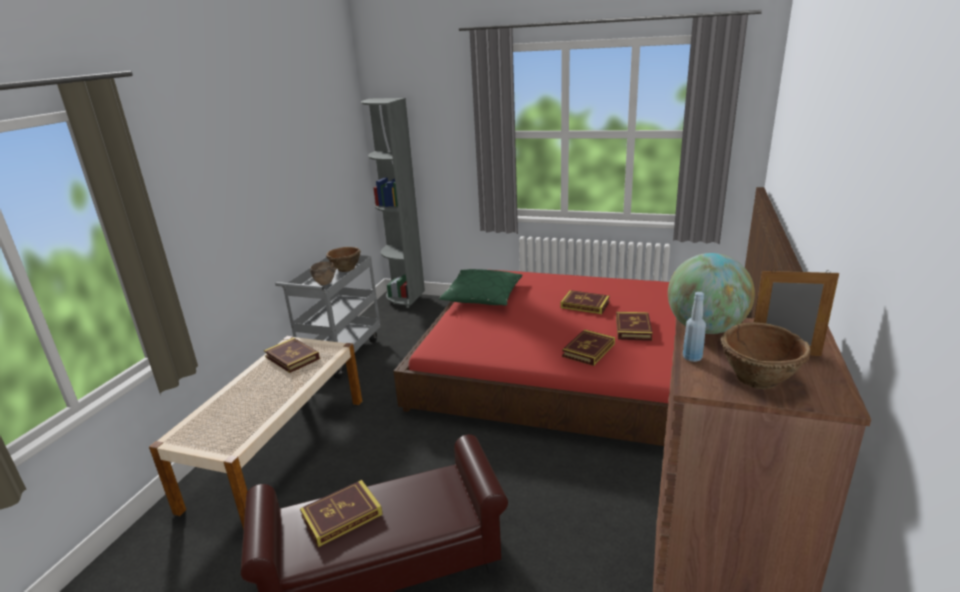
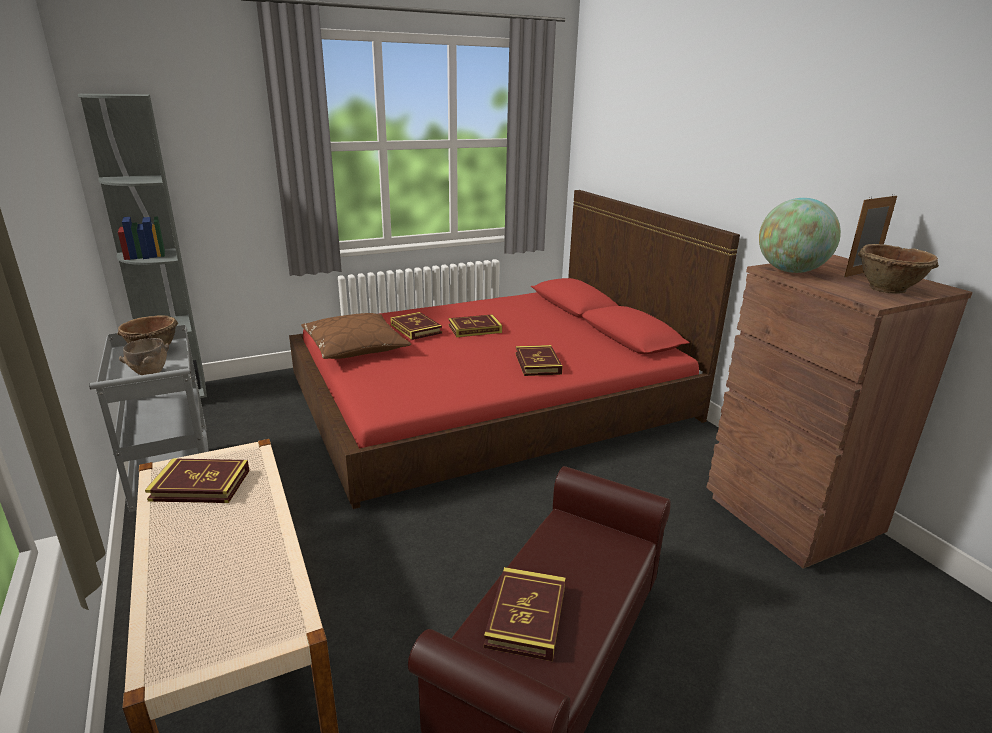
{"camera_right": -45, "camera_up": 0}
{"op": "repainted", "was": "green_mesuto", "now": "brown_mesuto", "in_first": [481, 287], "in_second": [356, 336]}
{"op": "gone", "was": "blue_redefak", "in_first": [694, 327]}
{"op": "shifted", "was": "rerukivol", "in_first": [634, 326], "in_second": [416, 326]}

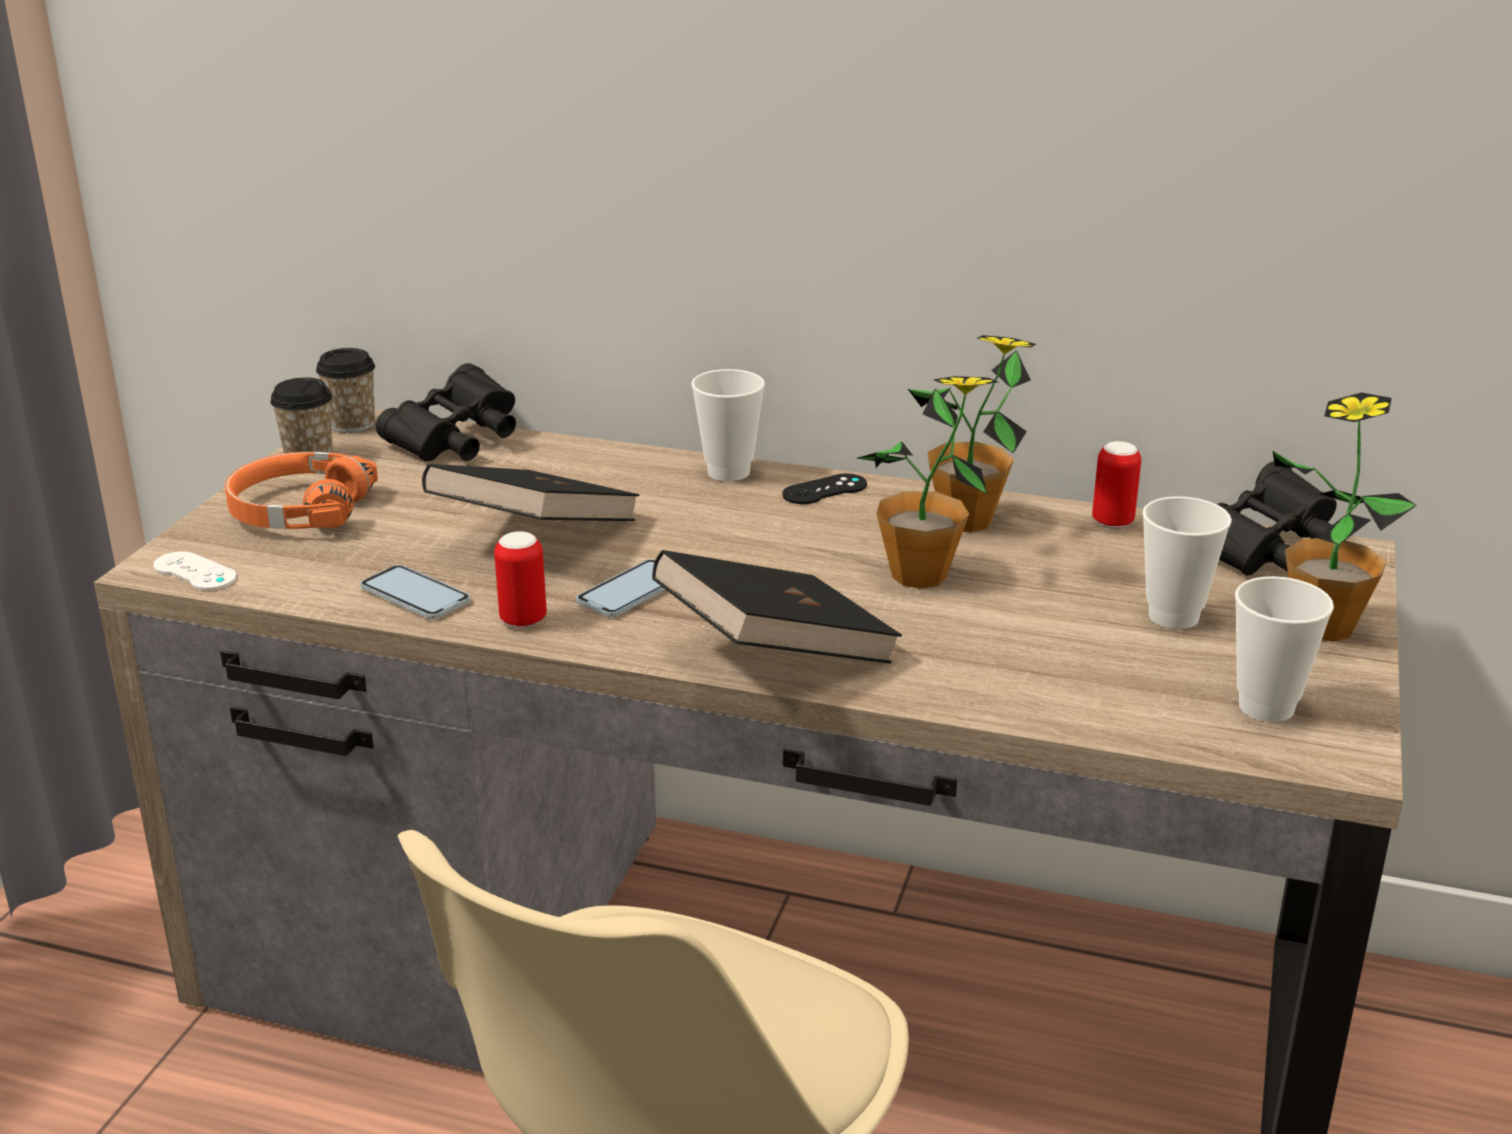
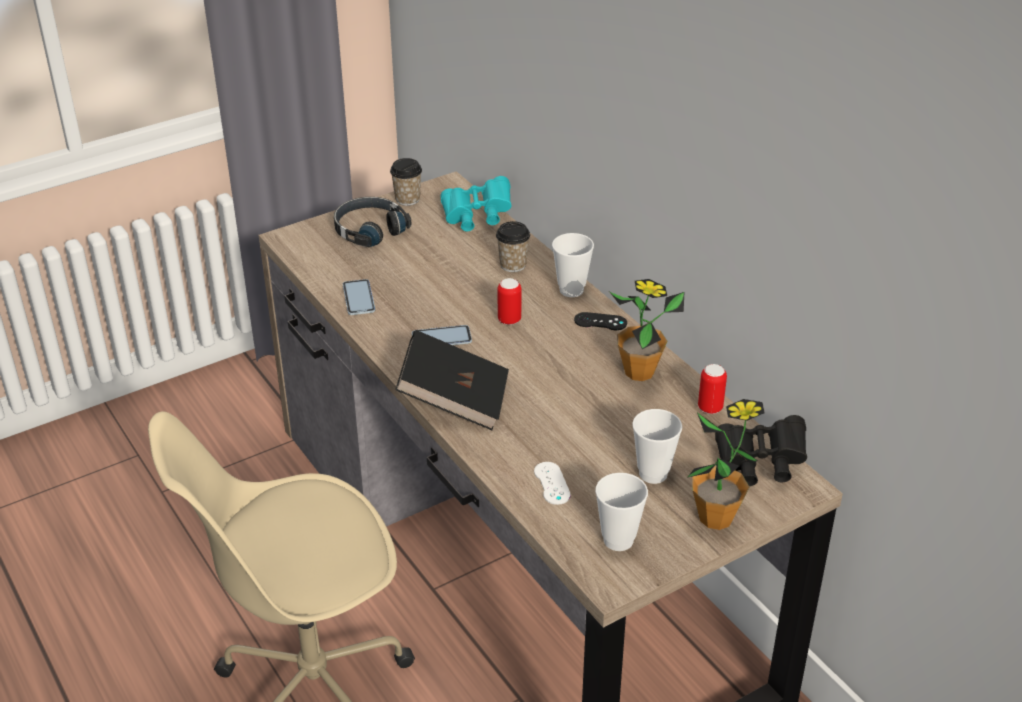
{"camera_right": 40, "camera_up": 10}
{"op": "shifted", "was": "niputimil", "in_first": [345, 390], "in_second": [513, 246]}
{"op": "repainted", "was": "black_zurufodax", "now": "turquoise_zurufodax", "in_first": [446, 412], "in_second": [476, 204]}
{"op": "gone", "was": "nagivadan", "in_first": [927, 482]}
{"op": "repainted", "was": "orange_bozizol", "now": "black_bozizol", "in_first": [301, 490], "in_second": [373, 222]}
{"op": "gone", "was": "black_rerukivol", "in_first": [530, 492]}
{"op": "shifted", "was": "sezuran", "in_first": [520, 579], "in_second": [509, 301]}
{"op": "shifted", "was": "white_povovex", "in_first": [195, 571], "in_second": [552, 483]}

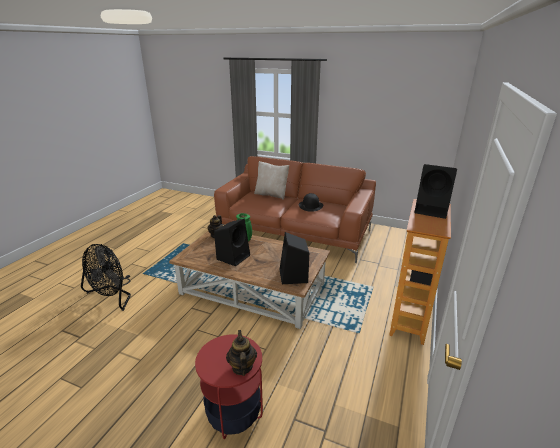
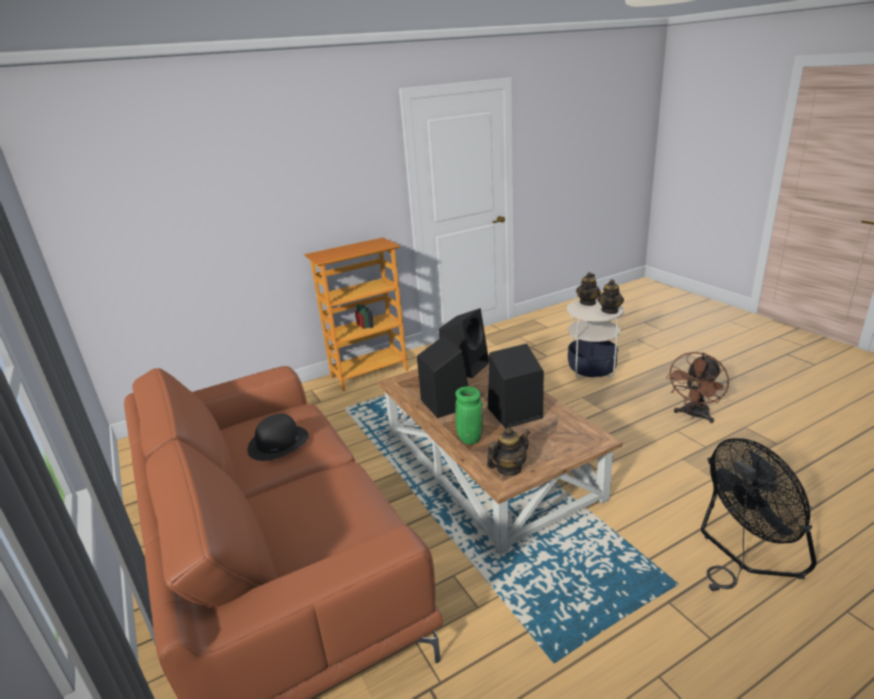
{"camera_right": -140, "camera_up": 0}
{"op": "gone", "was": "beige_mesuto", "in_first": [271, 180]}
{"op": "shifted", "was": "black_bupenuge", "in_first": [435, 191], "in_second": [442, 377]}
{"op": "repainted", "was": "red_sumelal", "now": "beige_sumelal", "in_first": [229, 386], "in_second": [595, 338]}
{"op": "new", "now": "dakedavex", "in_second": [611, 296]}
{"op": "new", "now": "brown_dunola", "in_second": [697, 387]}

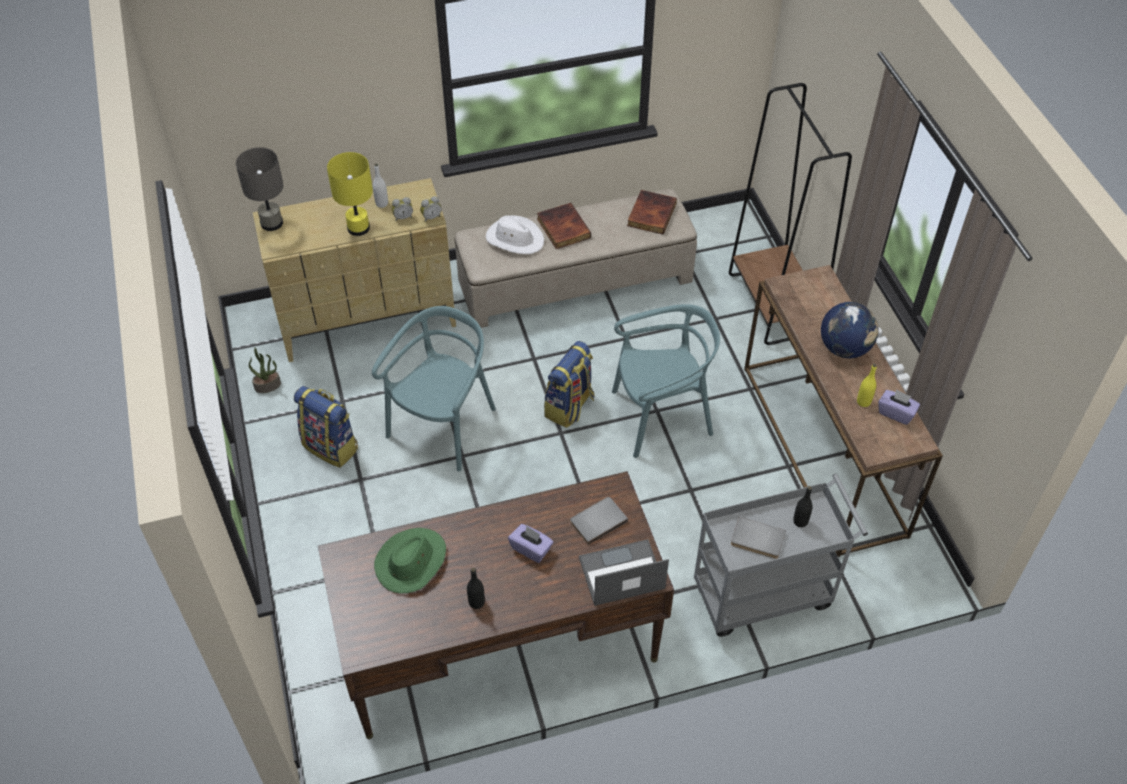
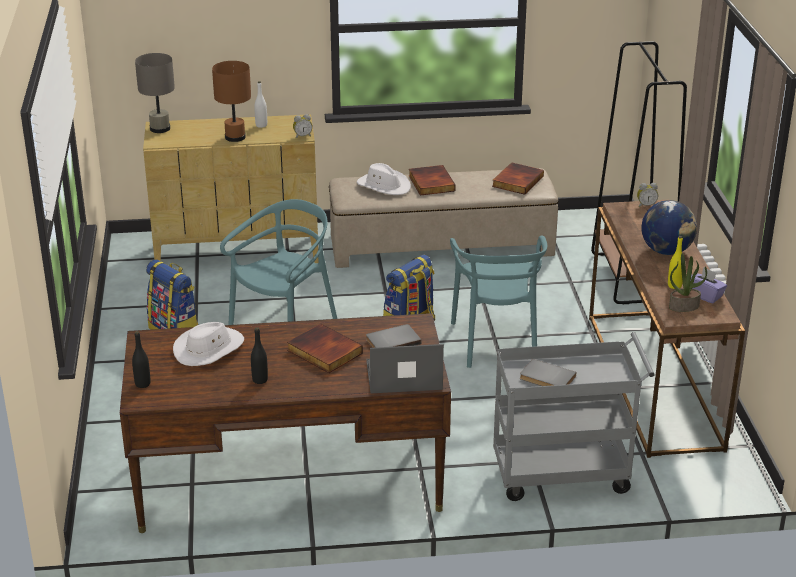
{"camera_right": 10, "camera_up": -20}
{"op": "repainted", "was": "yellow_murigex", "now": "brown_murigex", "in_first": [350, 194], "in_second": [231, 101]}
{"op": "shifted", "was": "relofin", "in_first": [402, 209], "in_second": [647, 195]}
{"op": "rotated", "was": "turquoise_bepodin", "in_first": [666, 381], "in_second": [498, 302], "clockwise": 90}
{"op": "shifted", "was": "nagivadan", "in_first": [265, 370], "in_second": [688, 282]}
{"op": "shifted", "was": "black_redefak", "in_first": [803, 506], "in_second": [141, 359]}
{"op": "swapped", "was": "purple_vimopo", "now": "rerukivol", "in_first": [531, 543], "in_second": [325, 348]}
{"op": "repainted", "was": "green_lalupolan", "now": "white_lalupolan", "in_first": [410, 561], "in_second": [208, 344]}

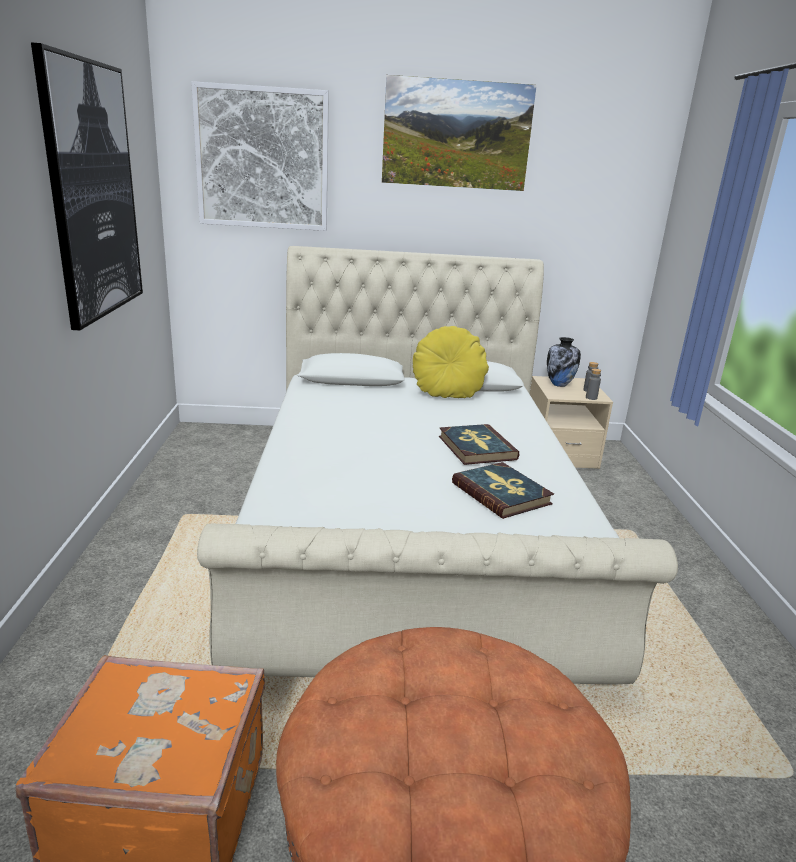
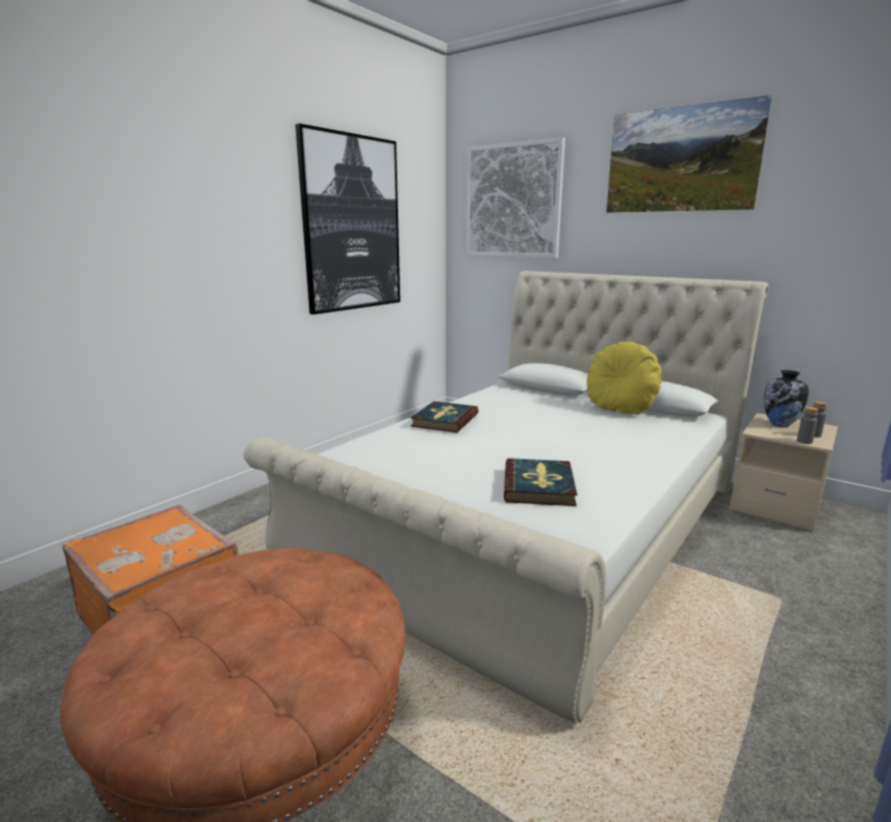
{"camera_right": 40, "camera_up": -5}
{"op": "shifted", "was": "rerukivol", "in_first": [479, 444], "in_second": [444, 416]}

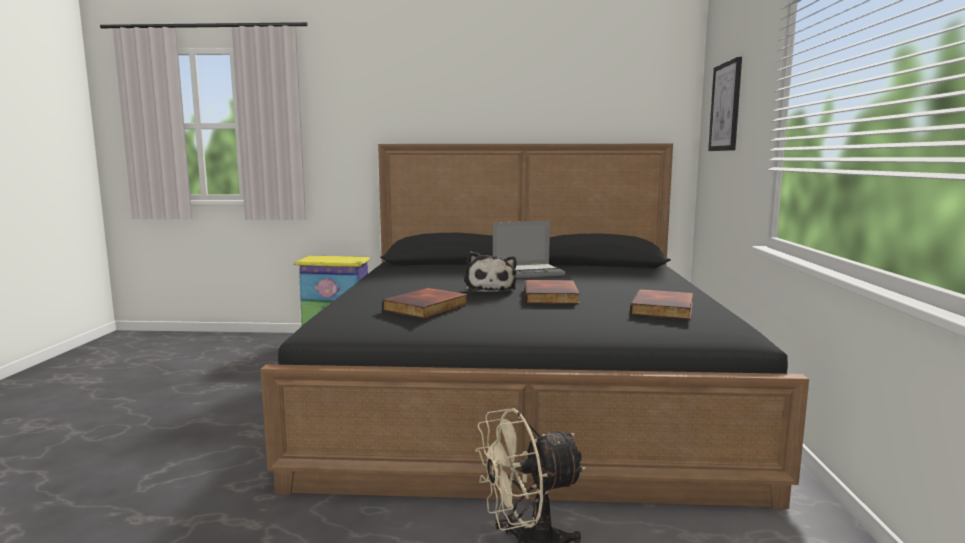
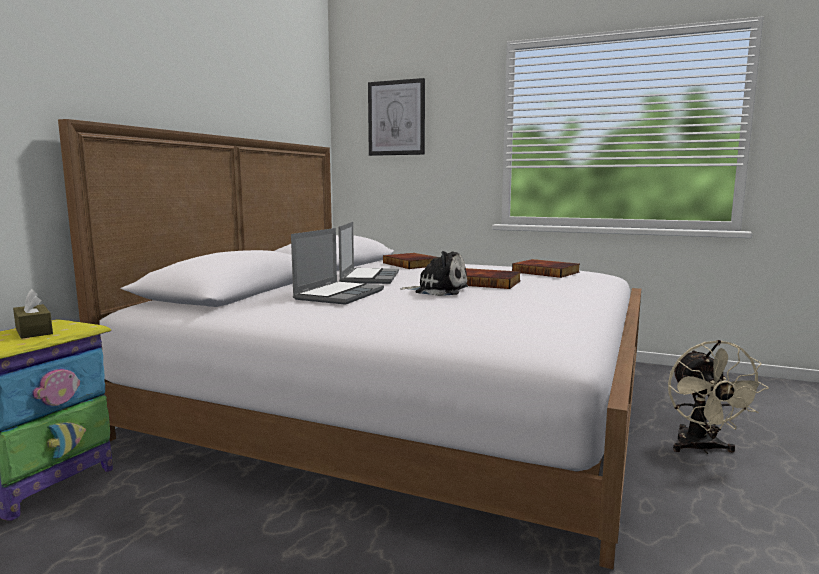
{"camera_right": -70, "camera_up": 0}
{"op": "repainted", "was": "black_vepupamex", "now": "white_vepupamex", "in_first": [534, 326], "in_second": [349, 344]}
{"op": "shifted", "was": "rerukivol", "in_first": [425, 303], "in_second": [409, 261]}
{"op": "new", "now": "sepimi", "in_second": [337, 266]}
{"op": "new", "now": "brown_vimopo", "in_second": [33, 314]}

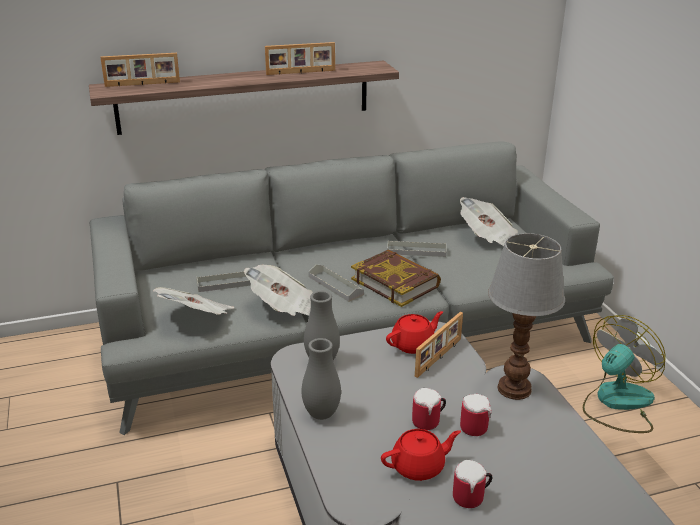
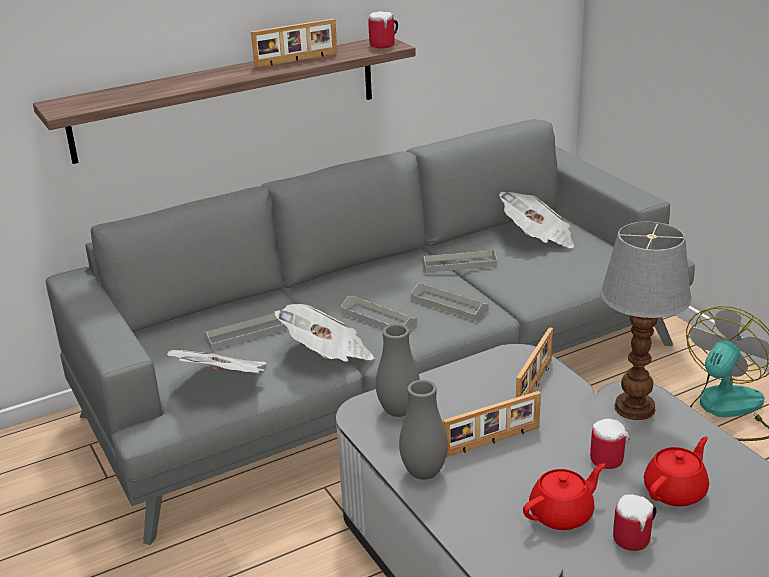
{"camera_right": -10, "camera_up": 0}
{"op": "shifted", "was": "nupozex", "in_first": [140, 70], "in_second": [492, 424]}
{"op": "swapped", "was": "rerukivol", "now": "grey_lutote", "in_first": [396, 278], "in_second": [450, 302]}
{"op": "shifted", "was": "red_dakedavex", "in_first": [414, 332], "in_second": [676, 471]}
{"op": "shifted", "was": "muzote", "in_first": [429, 409], "in_second": [383, 29]}

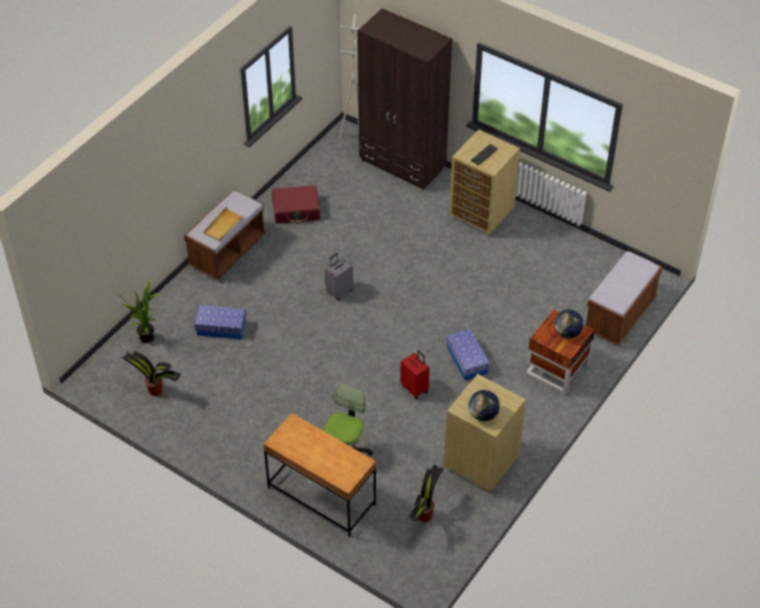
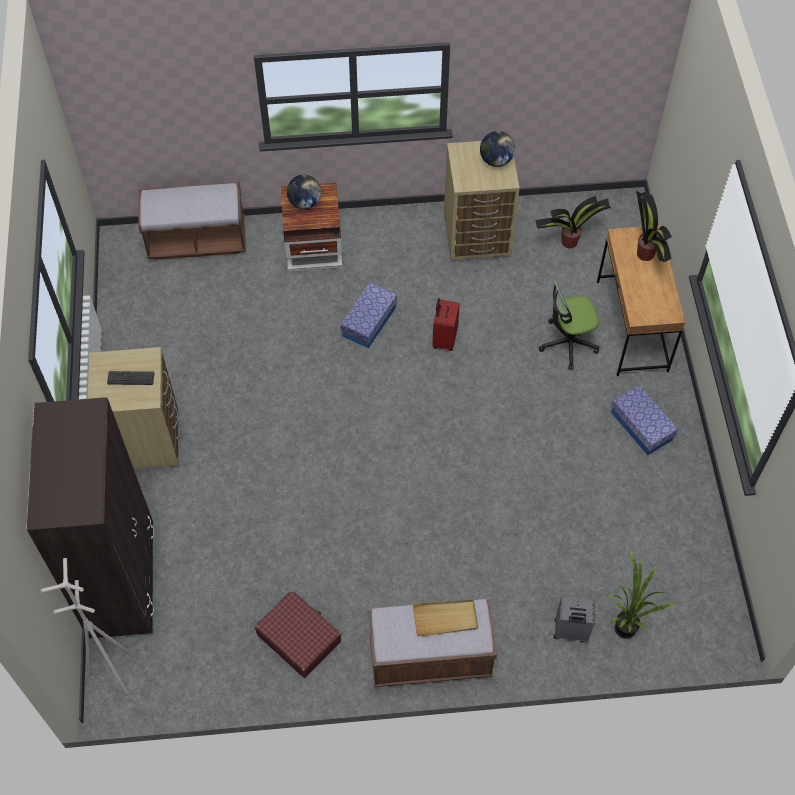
{"camera_right": -130, "camera_up": 10}
{"op": "shifted", "was": "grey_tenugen", "in_first": [339, 276], "in_second": [574, 619]}
{"op": "shifted", "was": "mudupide", "in_first": [220, 322], "in_second": [644, 420]}
{"op": "shifted", "was": "nagivadan", "in_first": [151, 373], "in_second": [654, 226]}

